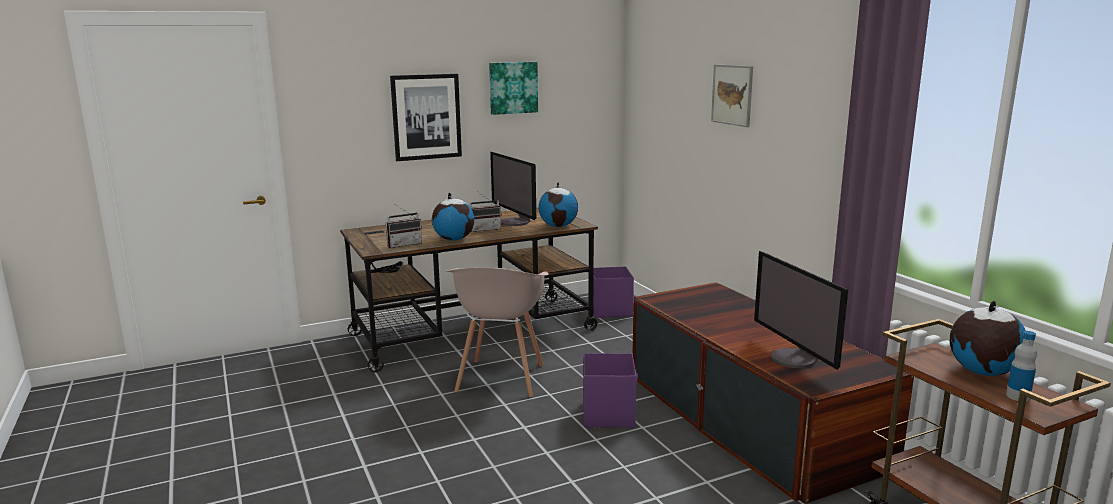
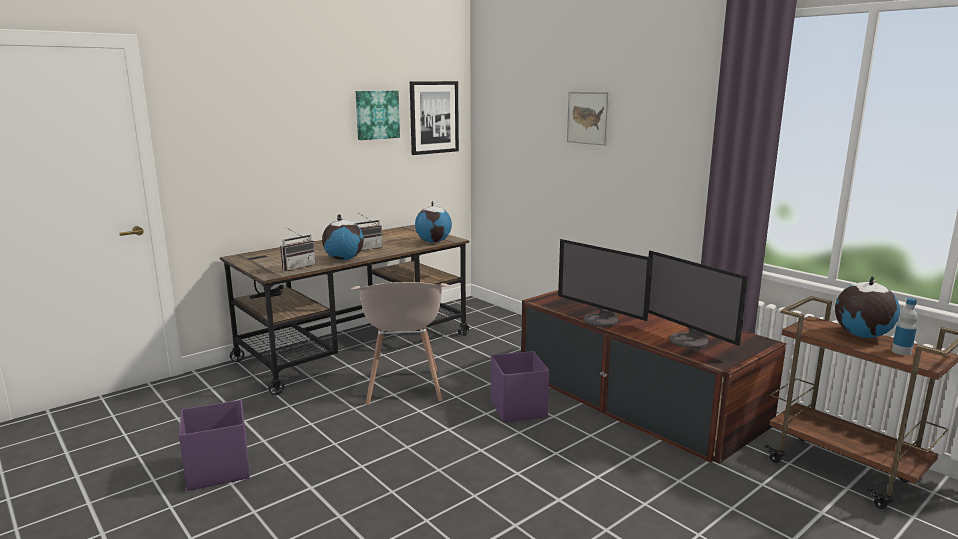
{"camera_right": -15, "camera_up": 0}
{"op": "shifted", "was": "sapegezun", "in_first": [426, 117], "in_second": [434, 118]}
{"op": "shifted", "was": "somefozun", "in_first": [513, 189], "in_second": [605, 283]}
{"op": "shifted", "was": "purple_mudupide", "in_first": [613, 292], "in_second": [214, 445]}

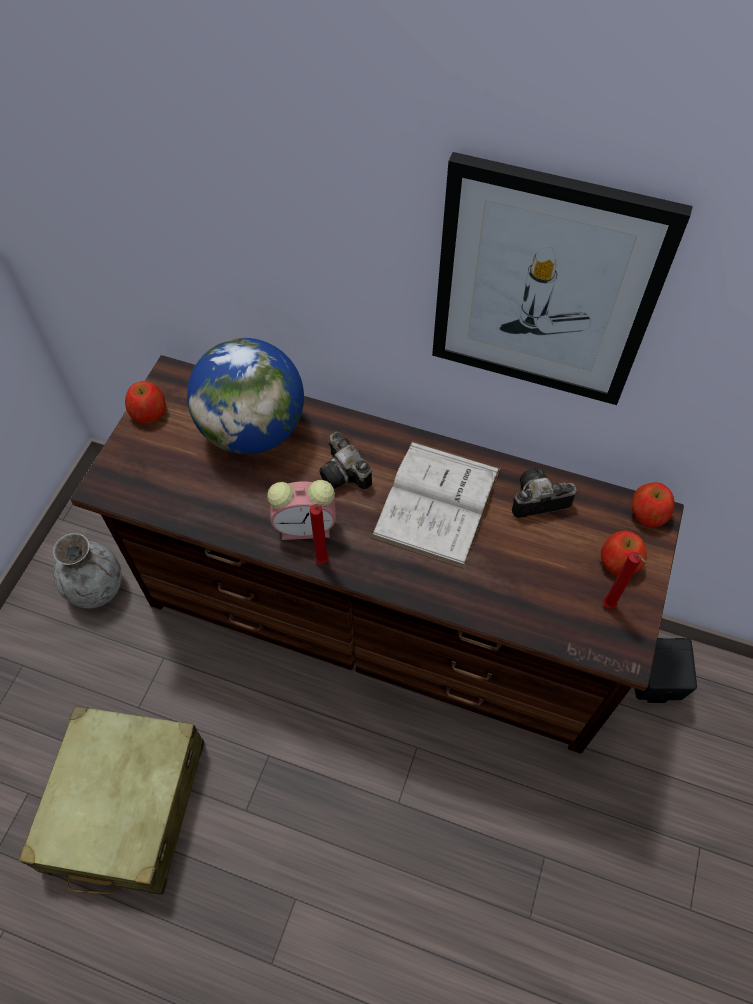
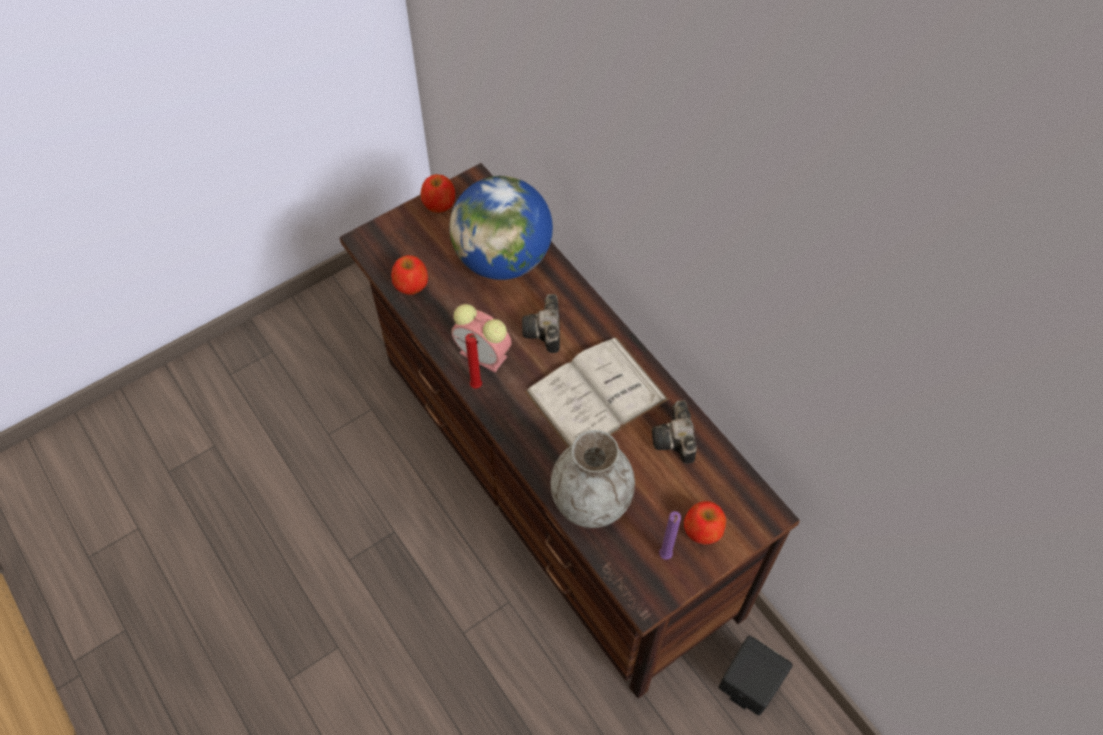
{"camera_right": 35, "camera_up": 0}
{"op": "gone", "was": "sapegezun", "in_first": [562, 278]}
{"op": "rotated", "was": "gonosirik", "in_first": [544, 493], "in_second": [674, 432], "clockwise": -120}
{"op": "shifted", "was": "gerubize", "in_first": [653, 504], "in_second": [409, 275]}
{"op": "shifted", "was": "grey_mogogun", "in_first": [87, 571], "in_second": [593, 479]}
{"op": "repainted", "was": "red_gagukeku", "now": "purple_gagukeku", "in_first": [624, 580], "in_second": [670, 535]}
{"op": "gone", "was": "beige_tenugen", "in_first": [111, 800]}

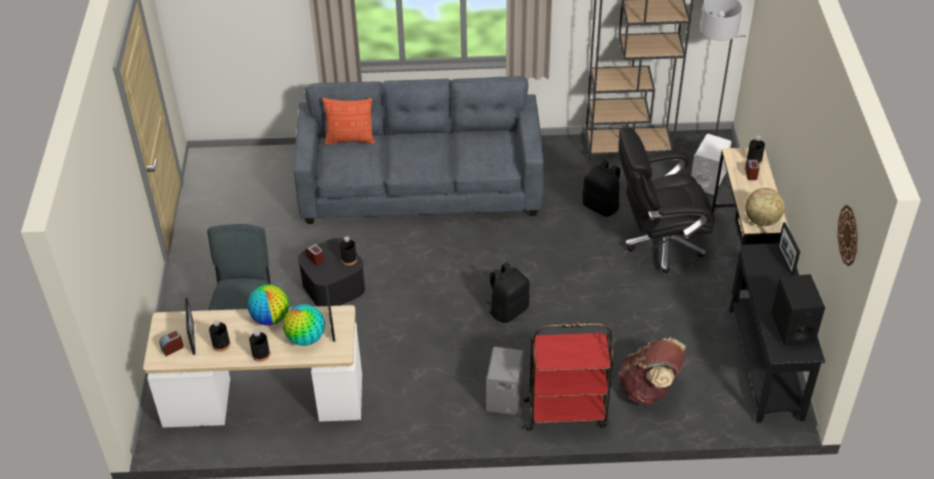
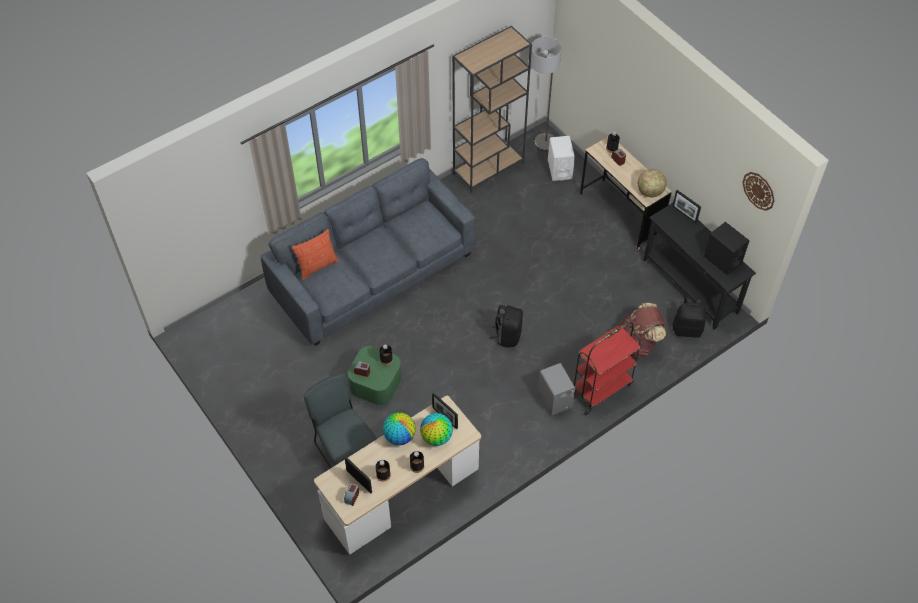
{"camera_right": -35, "camera_up": 10}
{"op": "gone", "was": "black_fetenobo", "in_first": [667, 200]}
{"op": "shifted", "was": "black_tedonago", "in_first": [601, 188], "in_second": [689, 317]}
{"op": "repainted", "was": "black_mudupide", "now": "green_mudupide", "in_first": [331, 272], "in_second": [374, 375]}

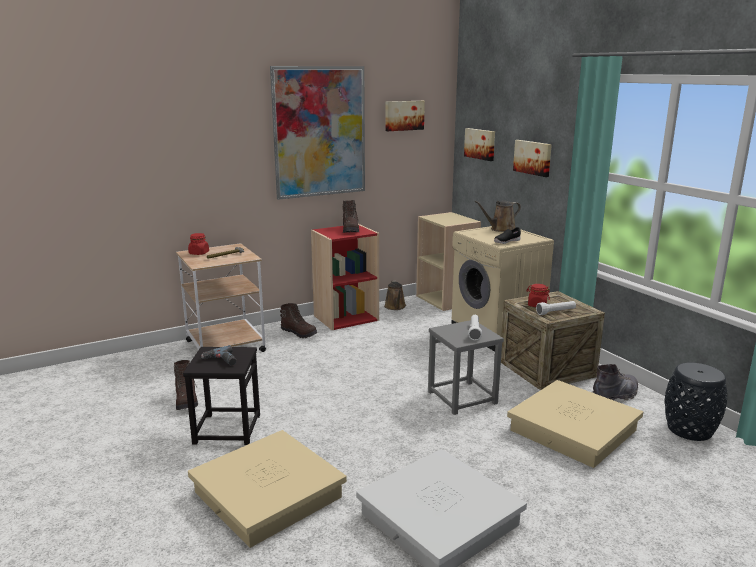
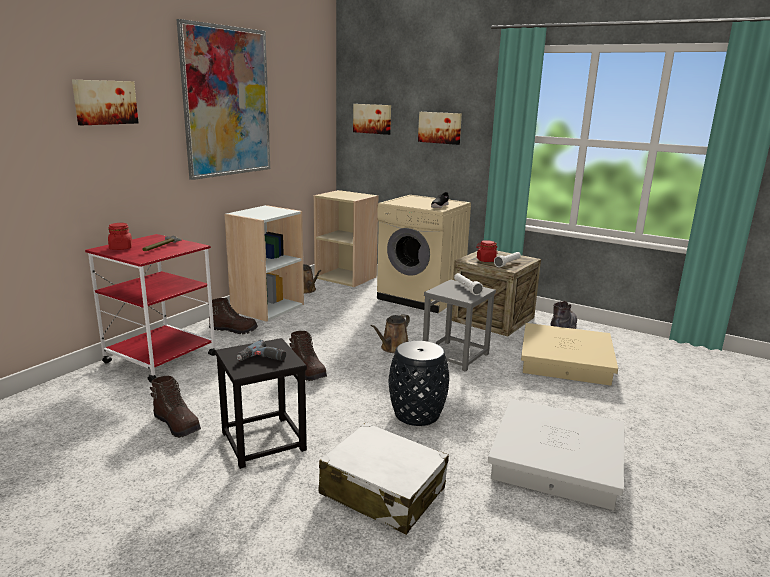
{"camera_right": -30, "camera_up": 0}
{"op": "shifted", "was": "sapegezun", "in_first": [405, 116], "in_second": [105, 102]}
{"op": "shifted", "was": "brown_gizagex", "in_first": [351, 216], "in_second": [308, 356]}
{"op": "shifted", "was": "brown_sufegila", "in_first": [497, 216], "in_second": [390, 333]}
{"op": "repainted", "was": "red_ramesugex", "now": "white_ramesugex", "in_first": [345, 277], "in_second": [264, 263]}
{"op": "repainted", "was": "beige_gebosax", "now": "red_gebosax", "in_first": [221, 297], "in_second": [150, 308]}
{"op": "shifted", "was": "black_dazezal", "in_first": [696, 402], "in_second": [419, 383]}
{"op": "swapped", "was": "beige_mudupide", "now": "white_tenugen", "in_first": [267, 489], "in_second": [384, 478]}

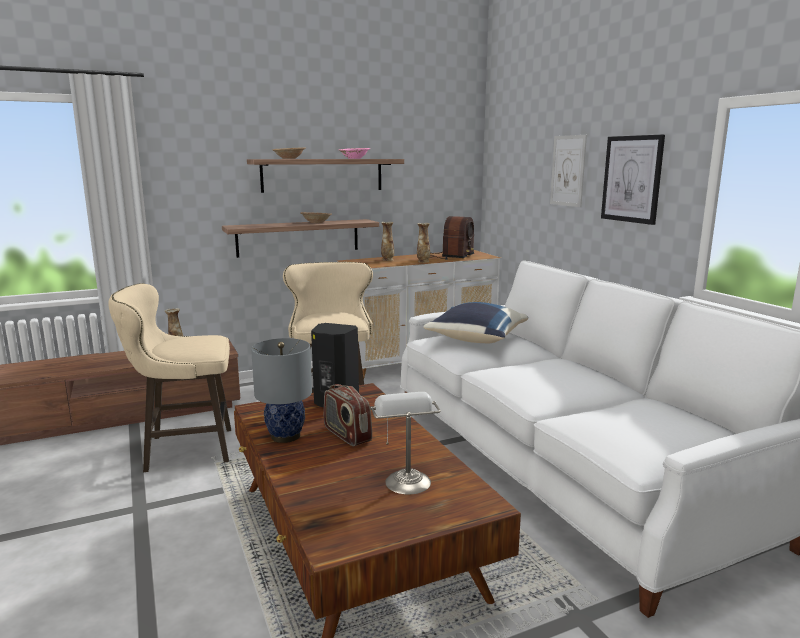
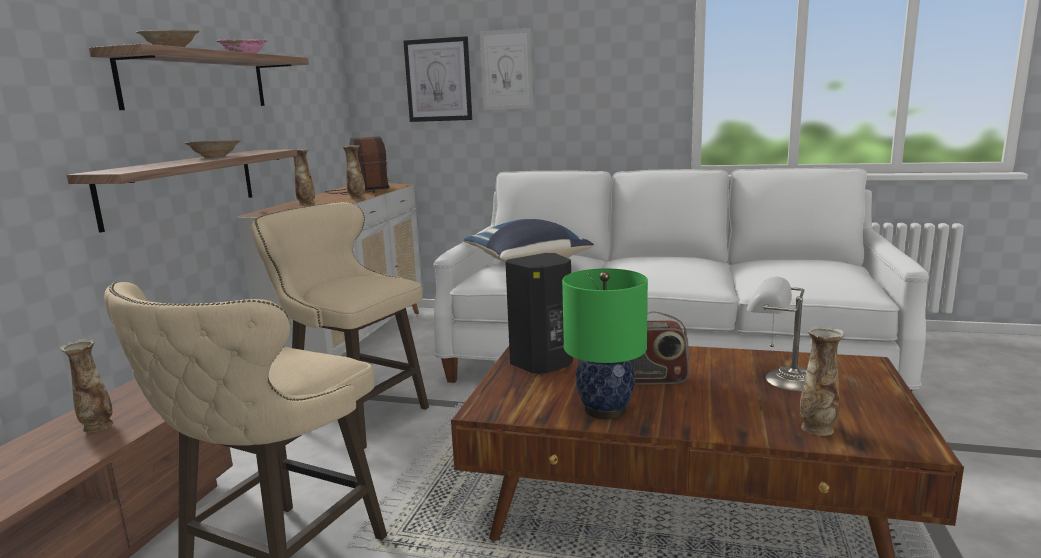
{"camera_right": -50, "camera_up": 0}
{"op": "shifted", "was": "sapegezun", "in_first": [633, 179], "in_second": [437, 79]}
{"op": "repainted", "was": "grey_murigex", "now": "green_murigex", "in_first": [281, 390], "in_second": [605, 343]}
{"op": "new", "now": "mogogun", "in_second": [822, 381]}

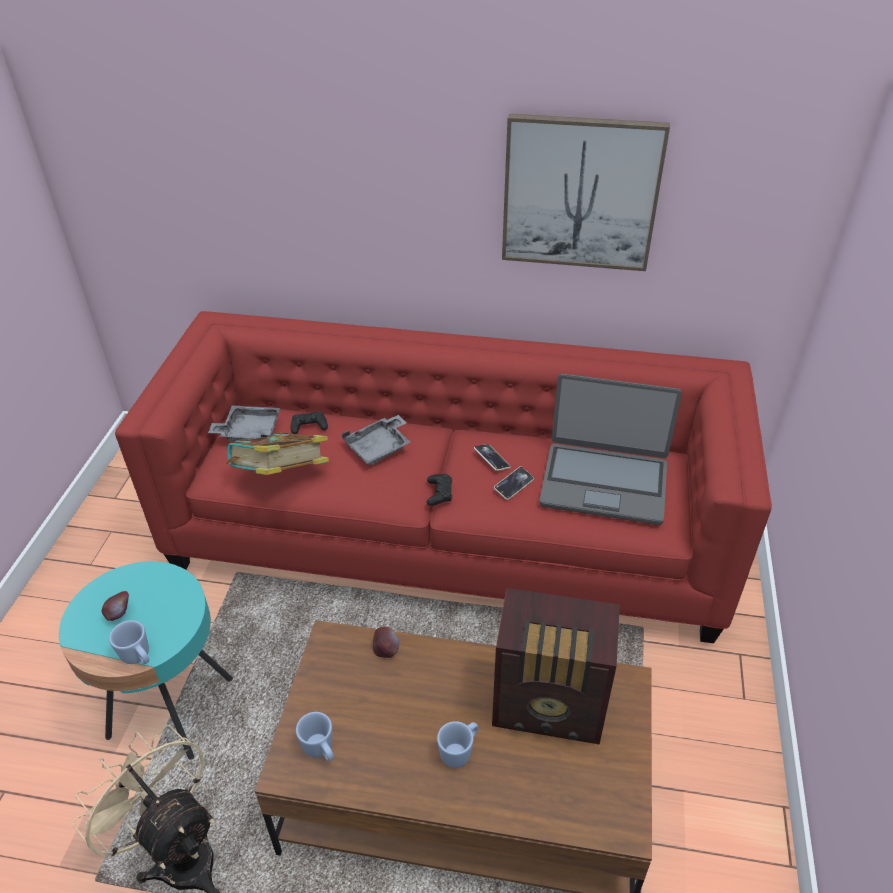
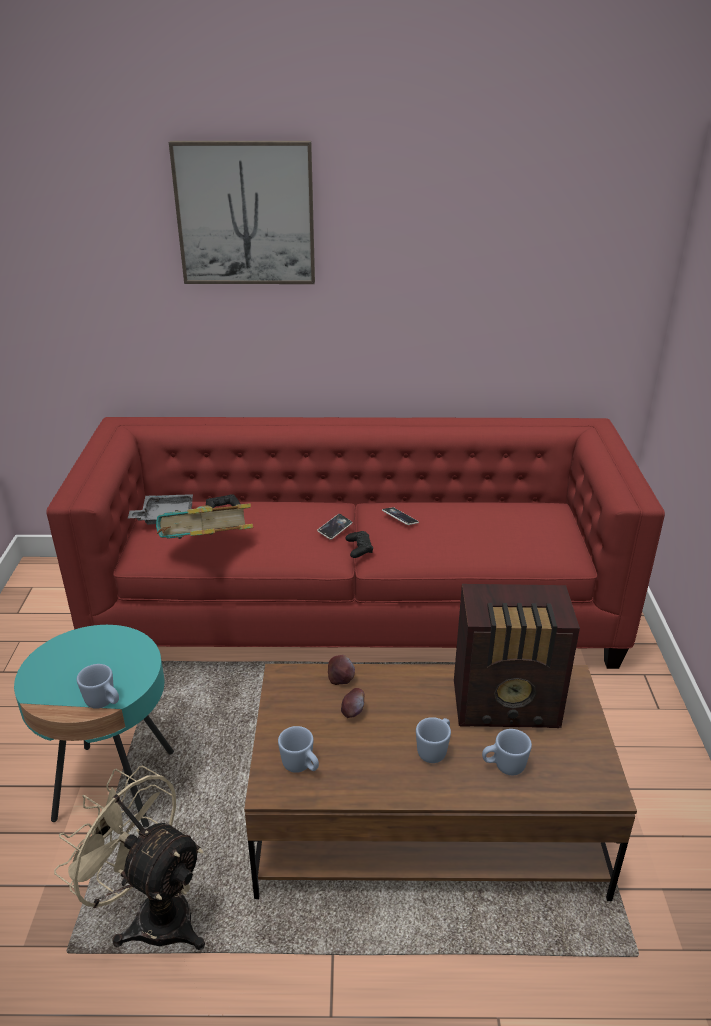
{"camera_right": -10, "camera_up": -10}
{"op": "shifted", "was": "sapegezun", "in_first": [586, 192], "in_second": [242, 212]}
{"op": "gone", "was": "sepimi", "in_first": [610, 449]}
{"op": "gone", "was": "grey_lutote", "in_first": [376, 440]}
{"op": "shifted", "was": "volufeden", "in_first": [514, 483], "in_second": [334, 527]}
{"op": "shifted", "was": "gerubize", "in_first": [115, 606], "in_second": [353, 703]}
{"op": "new", "now": "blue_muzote", "in_second": [507, 752]}

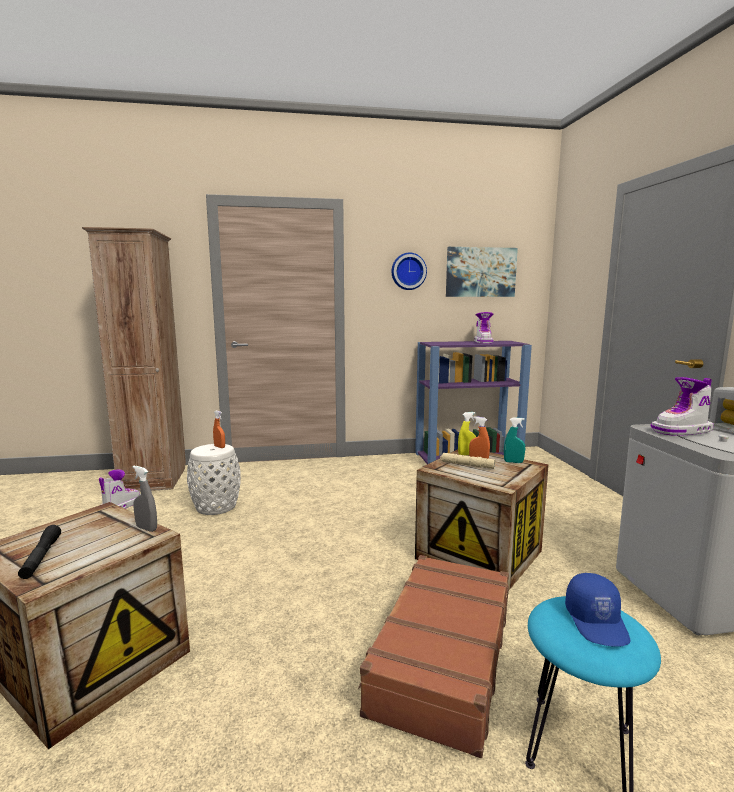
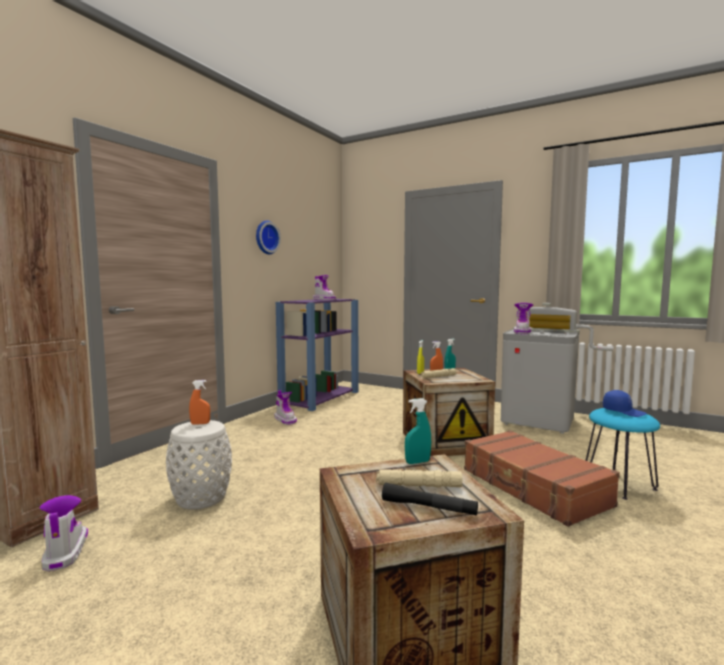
{"camera_right": -50, "camera_up": -5}
{"op": "gone", "was": "sapegezun", "in_first": [482, 272]}
{"op": "repainted", "was": "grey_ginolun", "now": "turquoise_ginolun", "in_first": [145, 499], "in_second": [418, 431]}
{"op": "new", "now": "gizagex", "in_second": [285, 407]}
{"op": "new", "now": "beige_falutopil", "in_second": [419, 478]}

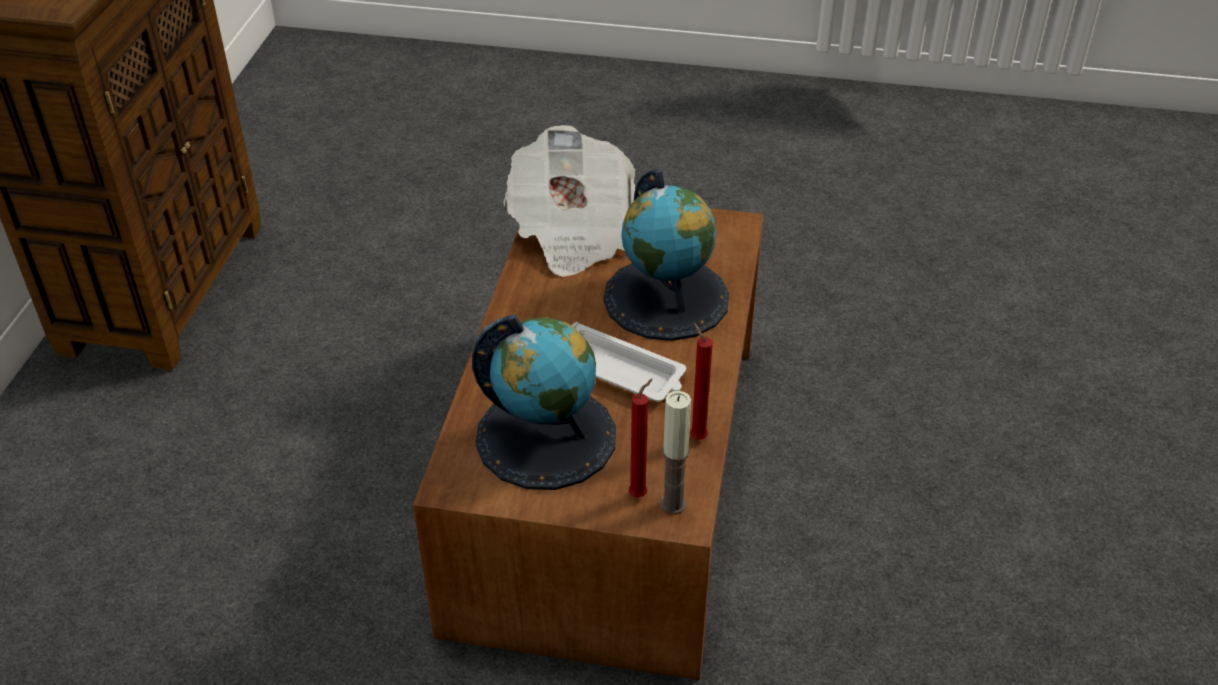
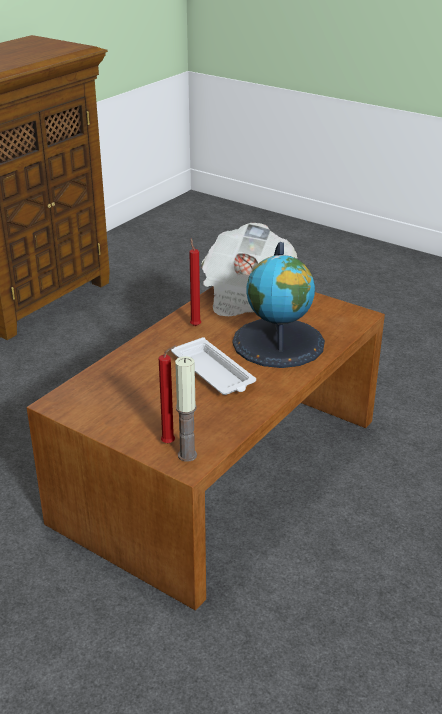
{"camera_right": 25, "camera_up": -10}
{"op": "gone", "was": "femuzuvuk", "in_first": [544, 402]}
{"op": "shifted", "was": "red_gagukeku", "in_first": [701, 381], "in_second": [195, 282]}

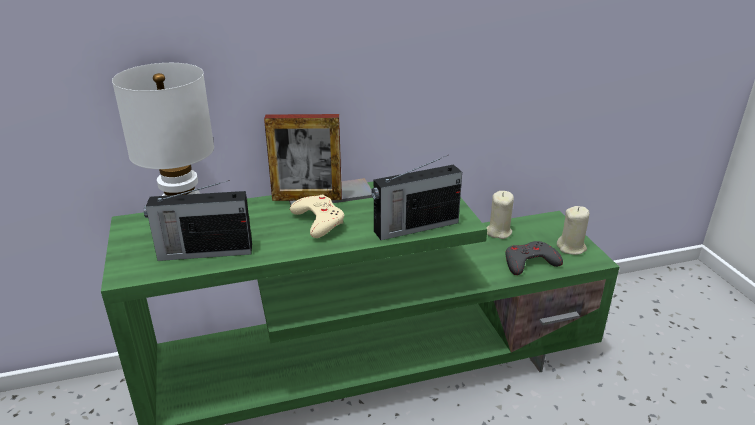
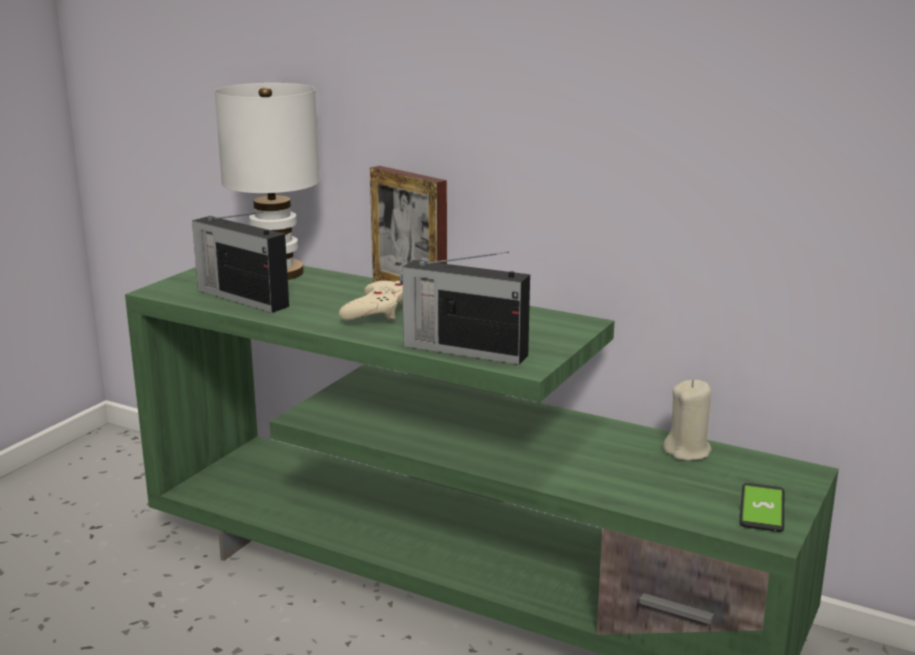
{"camera_right": 45, "camera_up": -10}
{"op": "swapped", "was": "beige_gagukeku", "now": "volufeden", "in_first": [573, 230], "in_second": [761, 507]}
{"op": "gone", "was": "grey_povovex", "in_first": [534, 258]}

